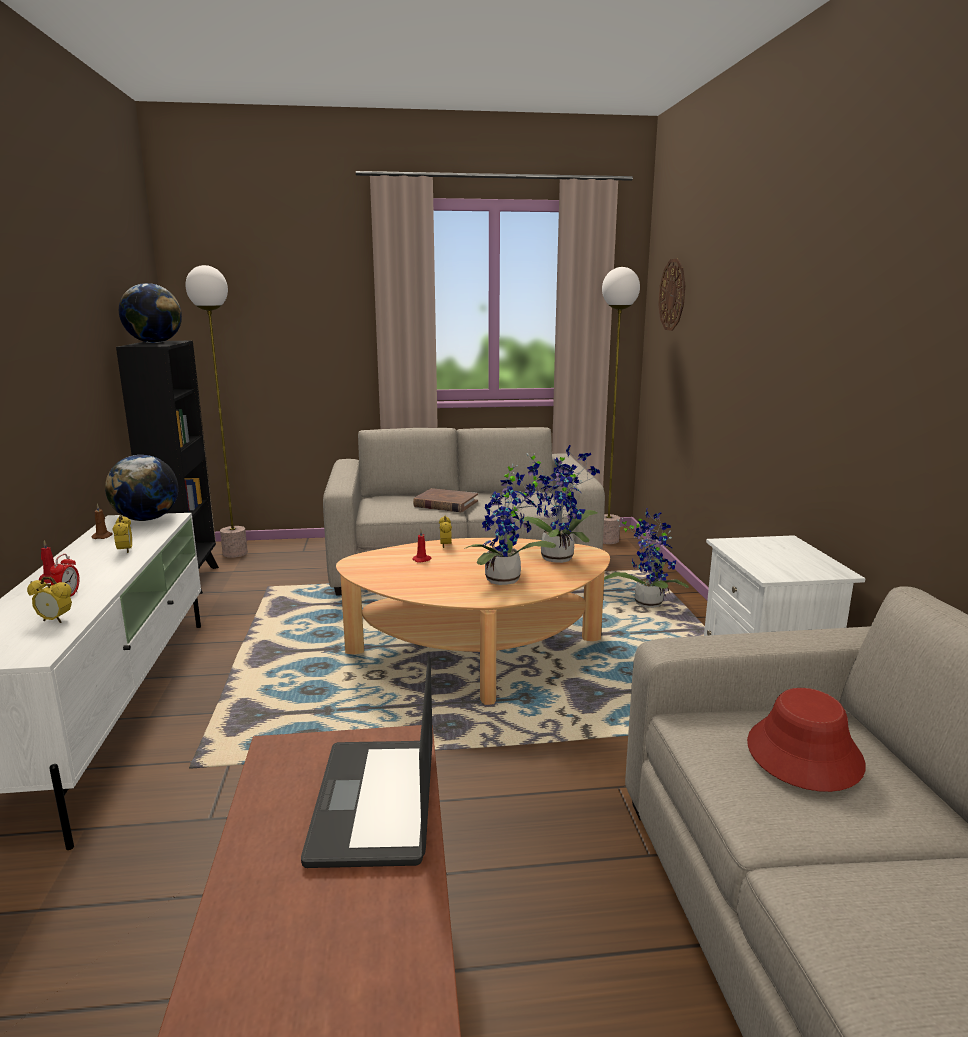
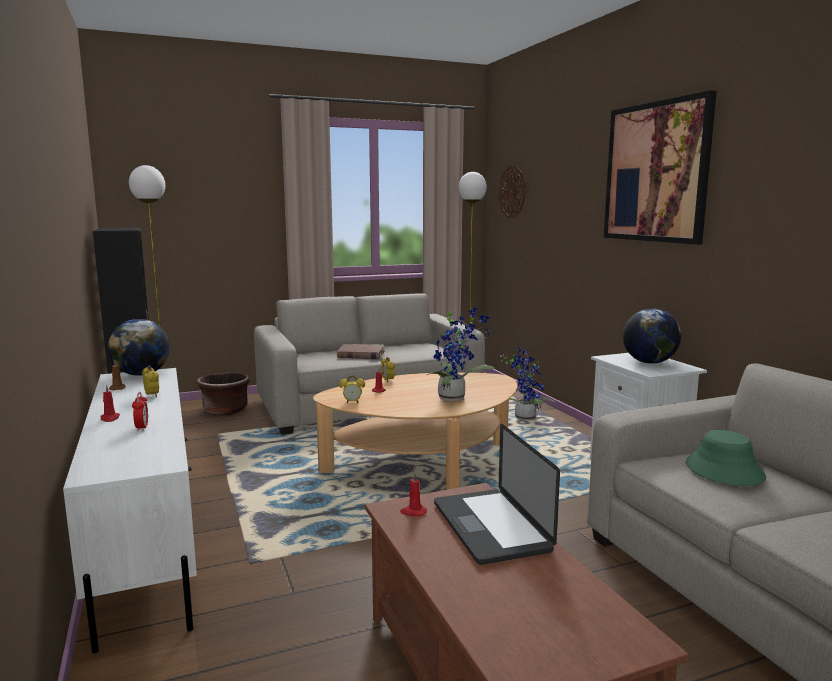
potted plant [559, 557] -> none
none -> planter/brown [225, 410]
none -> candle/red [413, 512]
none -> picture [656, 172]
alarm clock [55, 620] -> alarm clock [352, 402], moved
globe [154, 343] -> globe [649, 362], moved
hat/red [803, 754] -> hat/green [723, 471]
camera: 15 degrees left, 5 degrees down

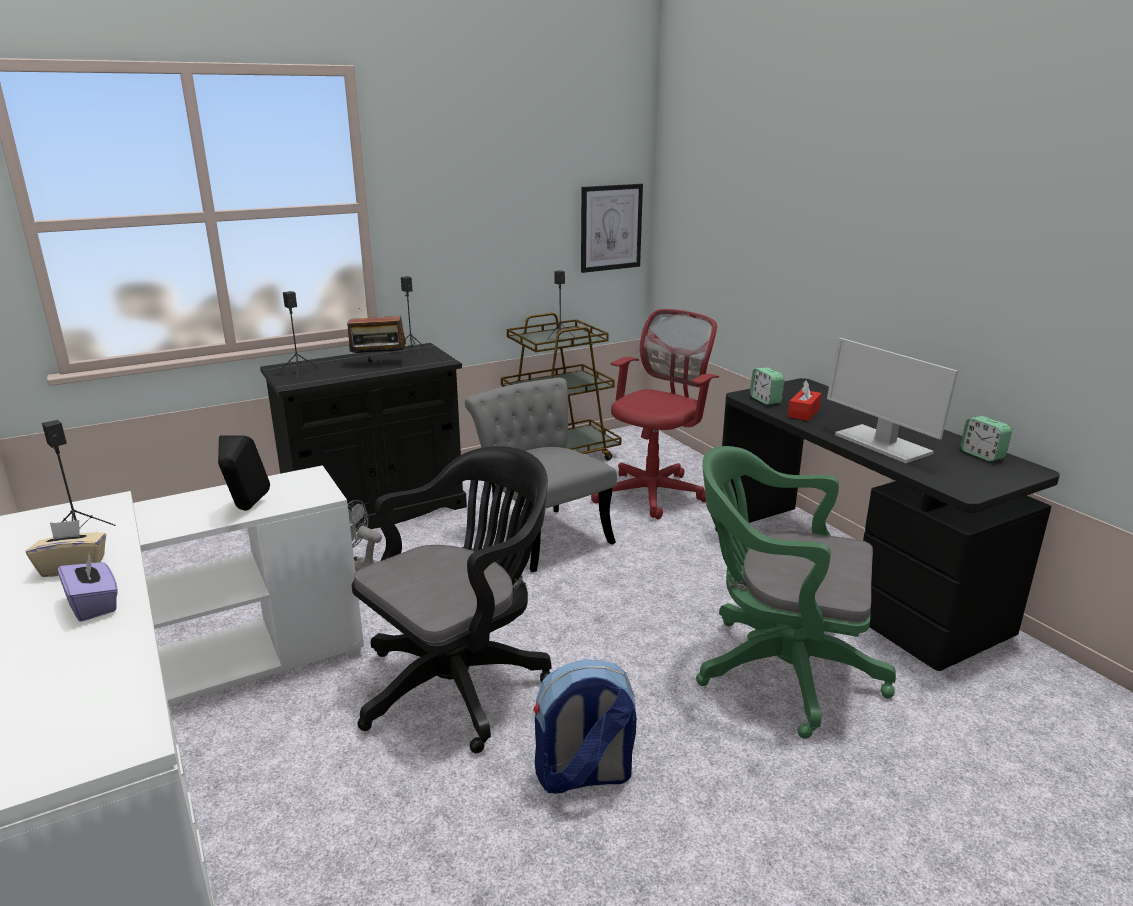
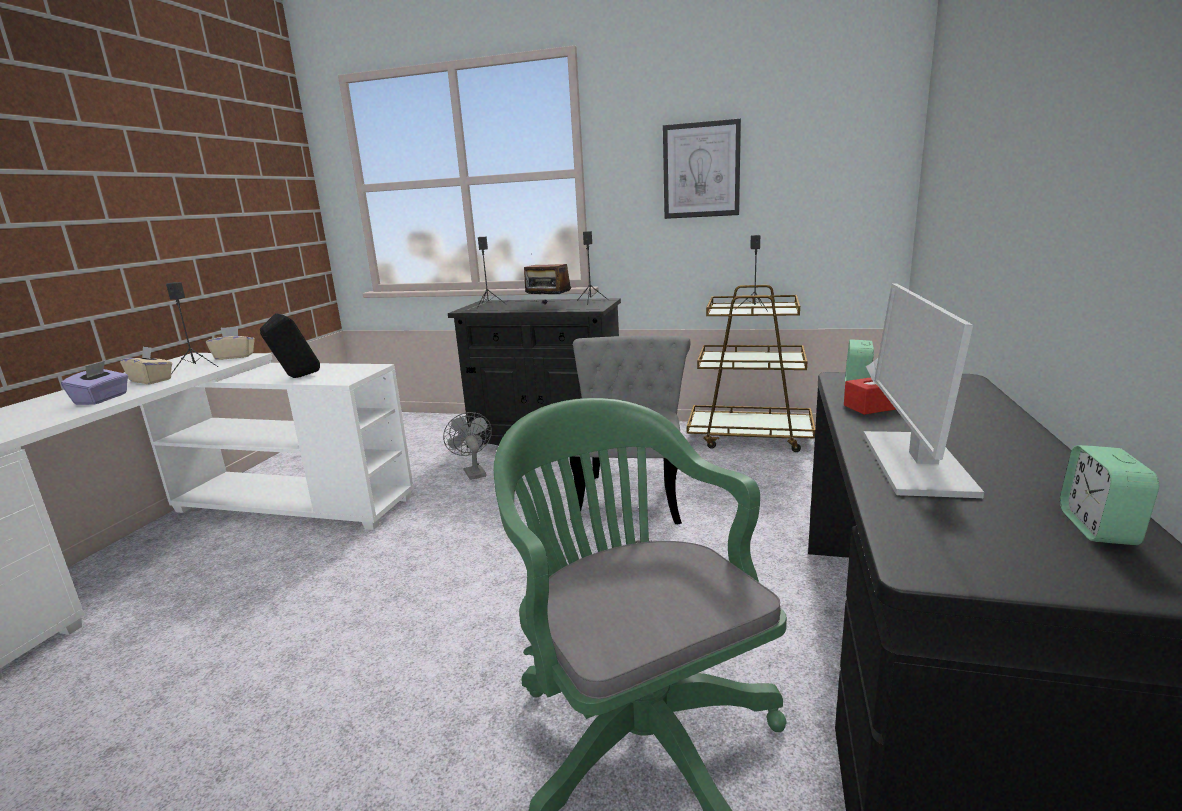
office chair/black [461, 682] -> none
backpack [583, 776] -> none
office chair/red [654, 492] -> none
none -> tissue box/beige [234, 356]
picture [610, 227] -> picture [701, 170], moved
camera: 45 degrees right, 5 degrees down

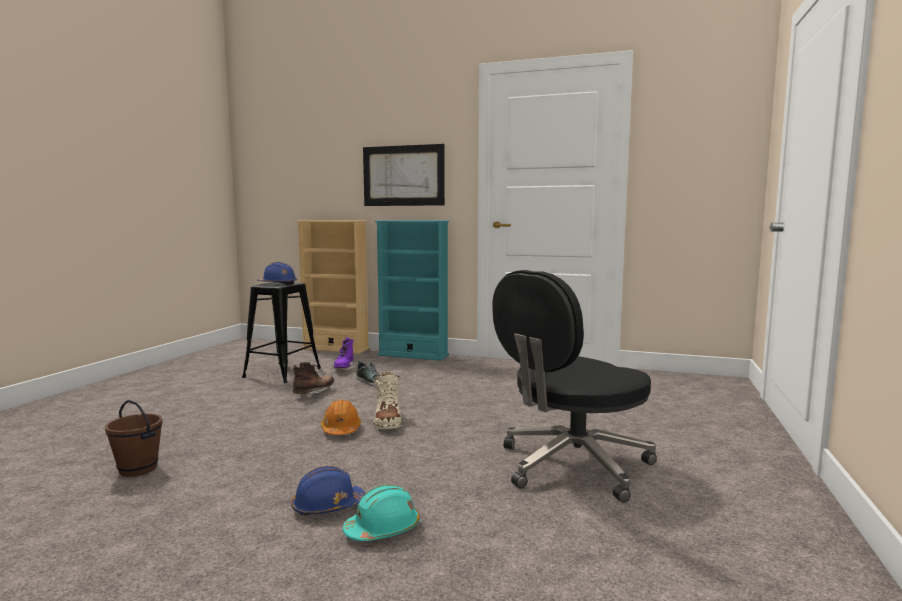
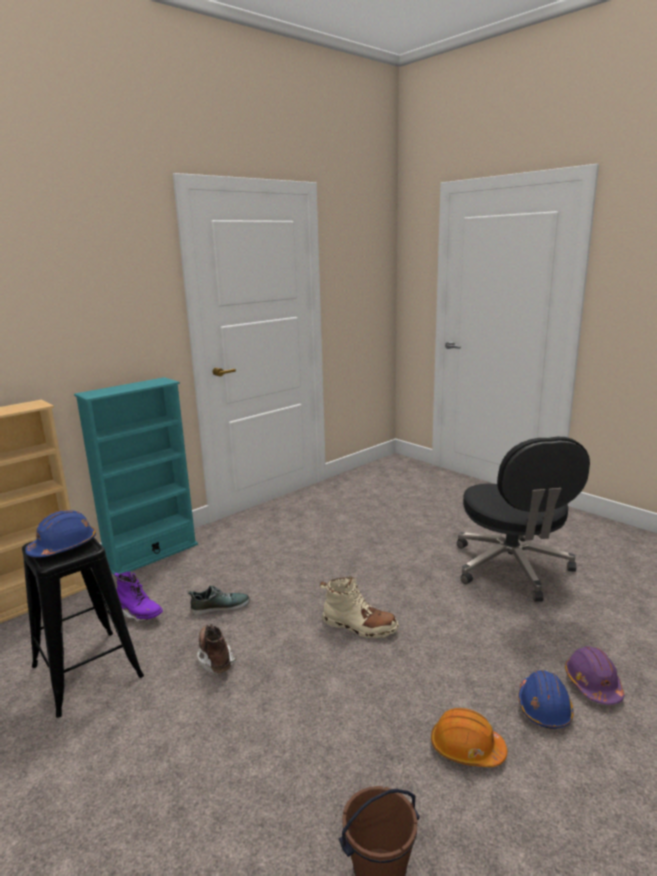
picture [403, 175] -> none
hard hat/orange [341, 429] -> hard hat/orange [466, 748], moved
hard hat/turquoise [383, 529] -> hard hat/purple [592, 684]
camera: 60 degrees left, 10 degrees up

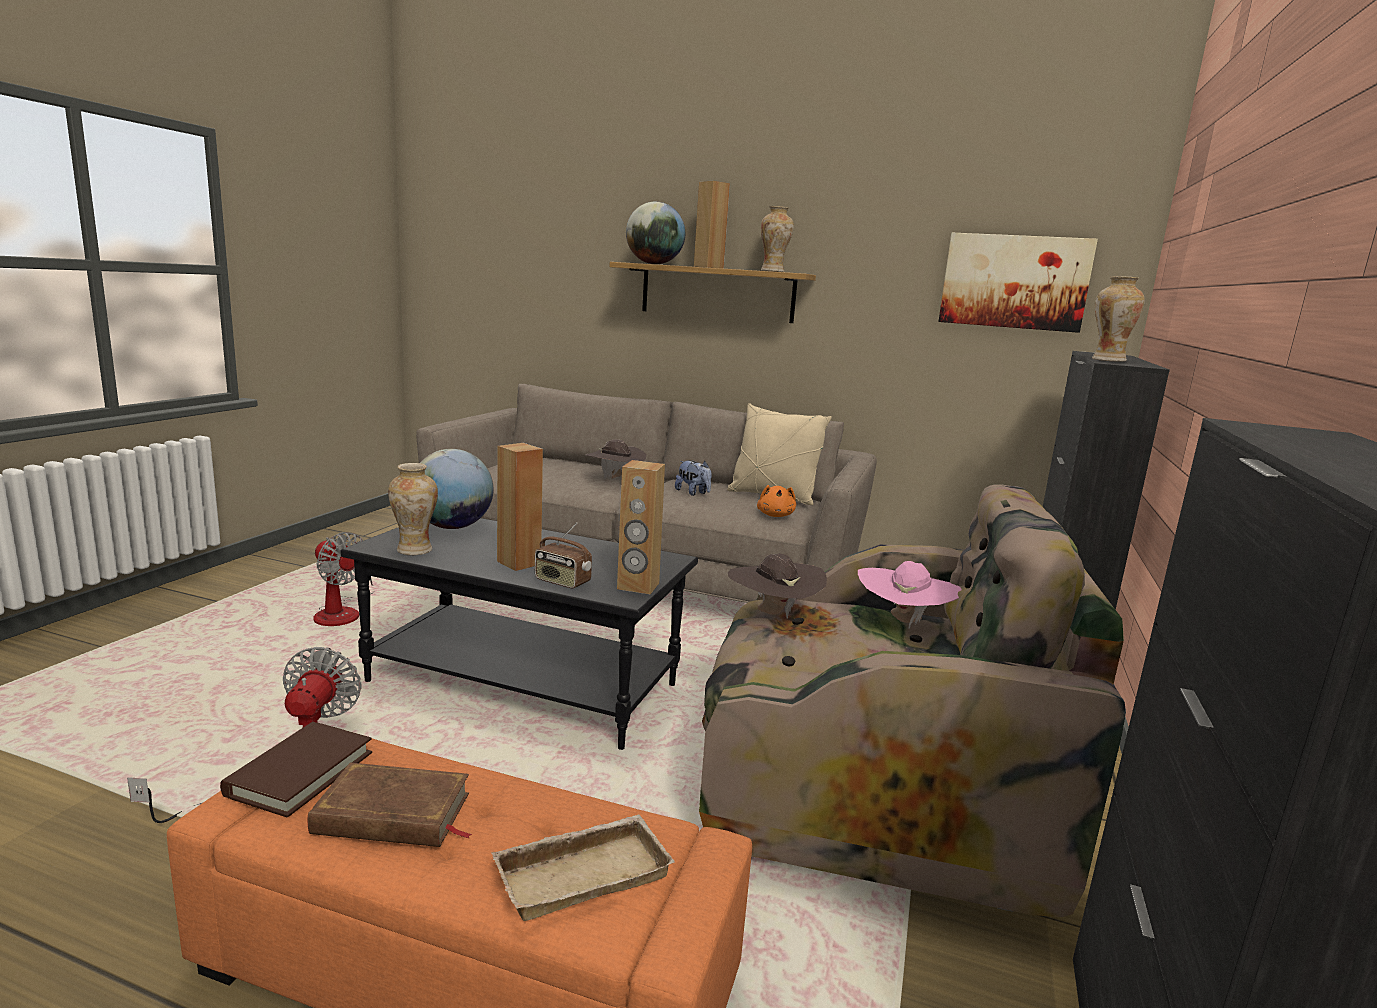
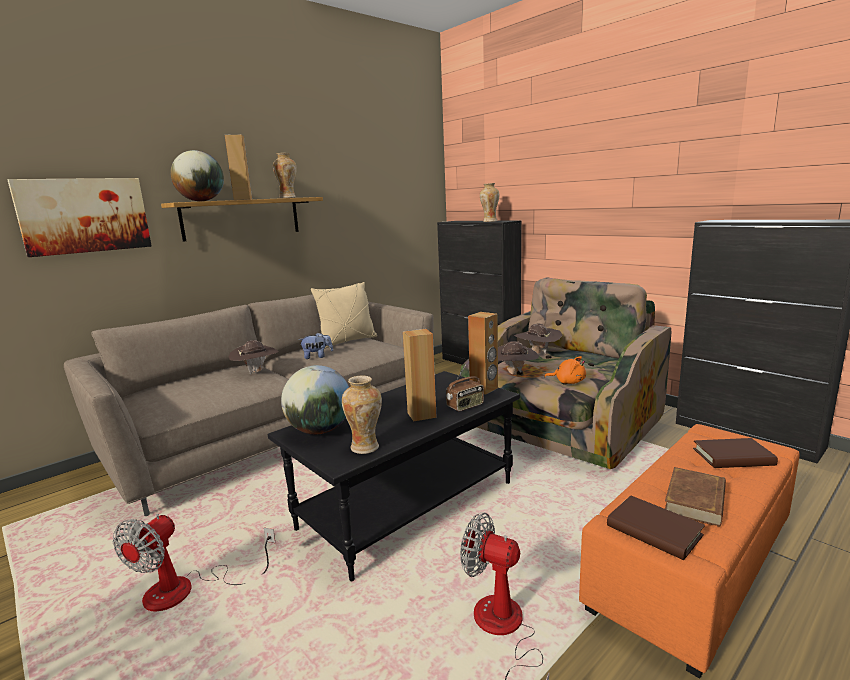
plush toy/orange [775, 515] -> plush toy/orange [568, 382], moved
picture [1014, 282] -> picture [84, 215], moved
tray/beige [583, 872] -> book/brown [733, 457]
hat/pink [904, 622] -> hat/brown [537, 353]
fan [342, 612] -> fan [187, 590], 135 degrees clockwise
camera: 60 degrees left, 0 degrees up

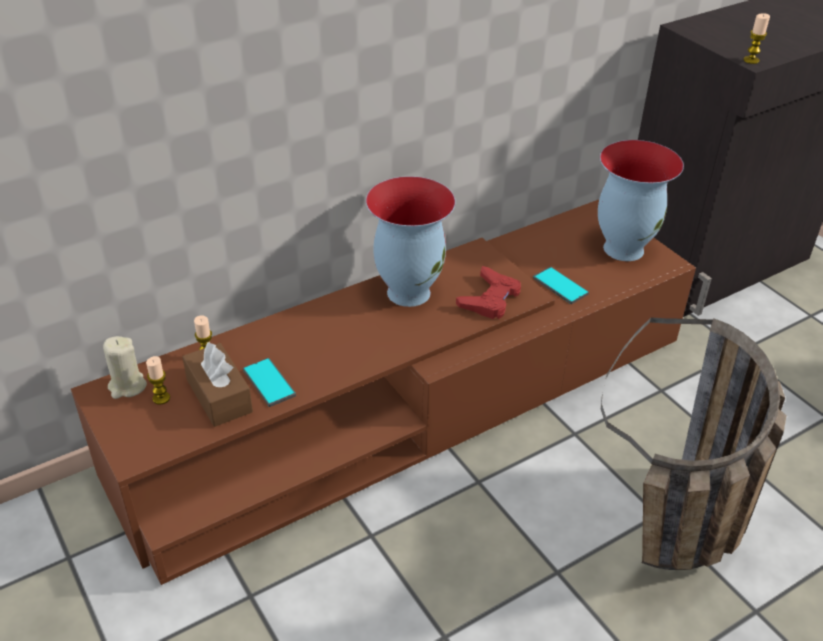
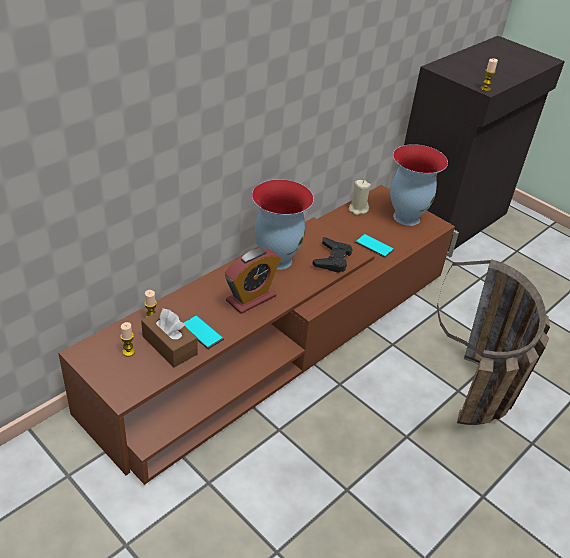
none -> alarm clock [251, 298]
candle/beige [127, 386] -> candle/beige [358, 209], moved
game controller/red [490, 299] -> game controller/black [332, 259]
camera: 15 degrees left, 0 degrees up

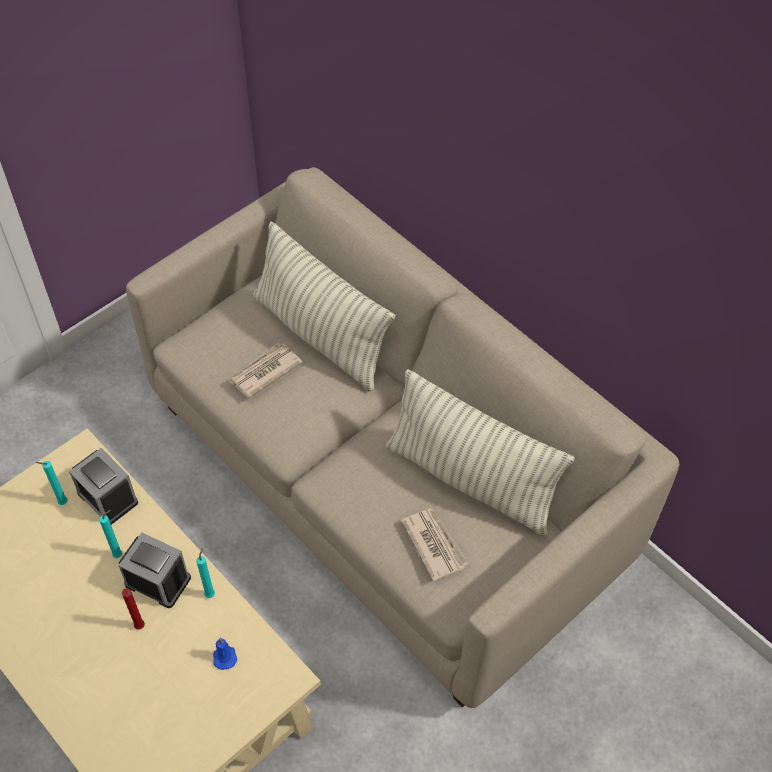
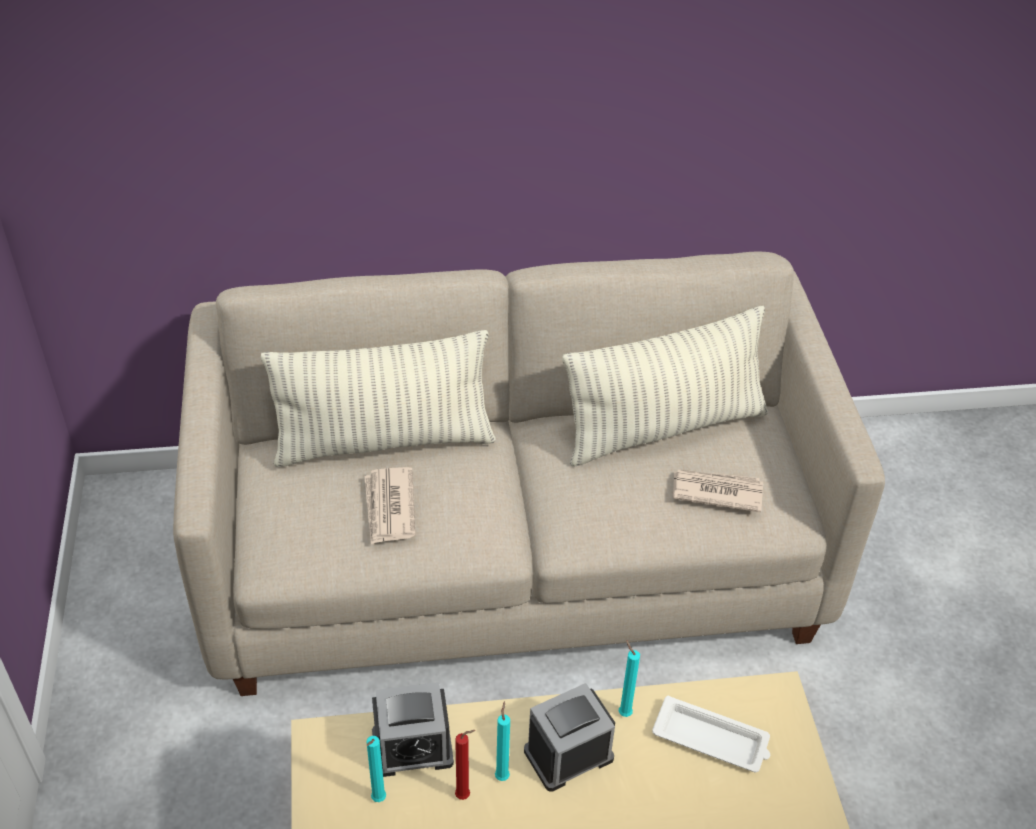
candle/red [141, 627] -> candle/red [465, 796], moved
candle/blue [224, 656] -> tray/white [712, 740]
camera: 55 degrees left, 10 degrees down

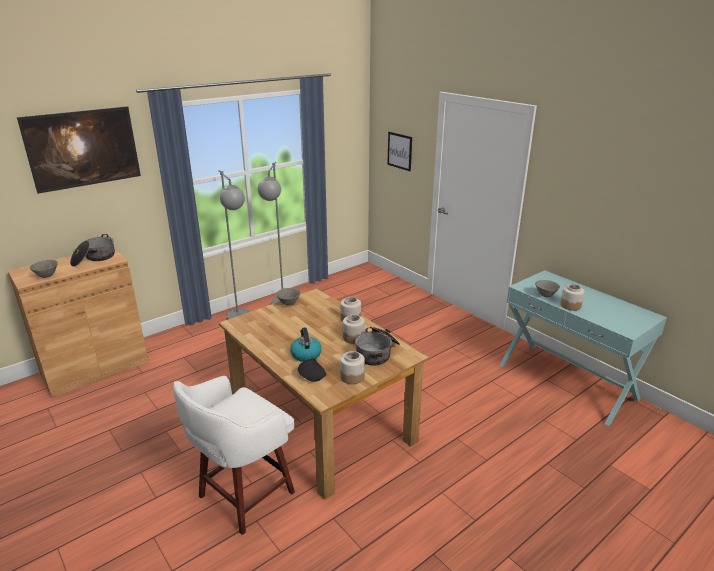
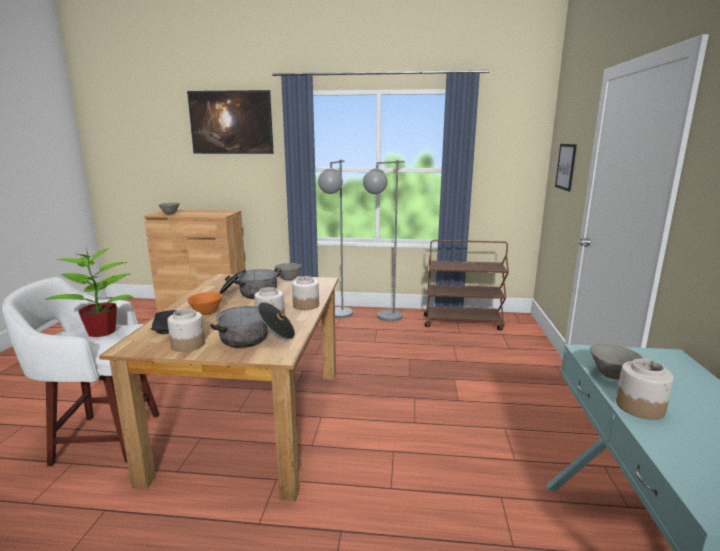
none -> potted plant [103, 331]
none -> cart/brown [463, 322]
cooking pot [94, 258] -> cooking pot [249, 294], moved
kettle [305, 354] -> bowl/orange [206, 313]
camera: 45 degrees right, 10 degrees down

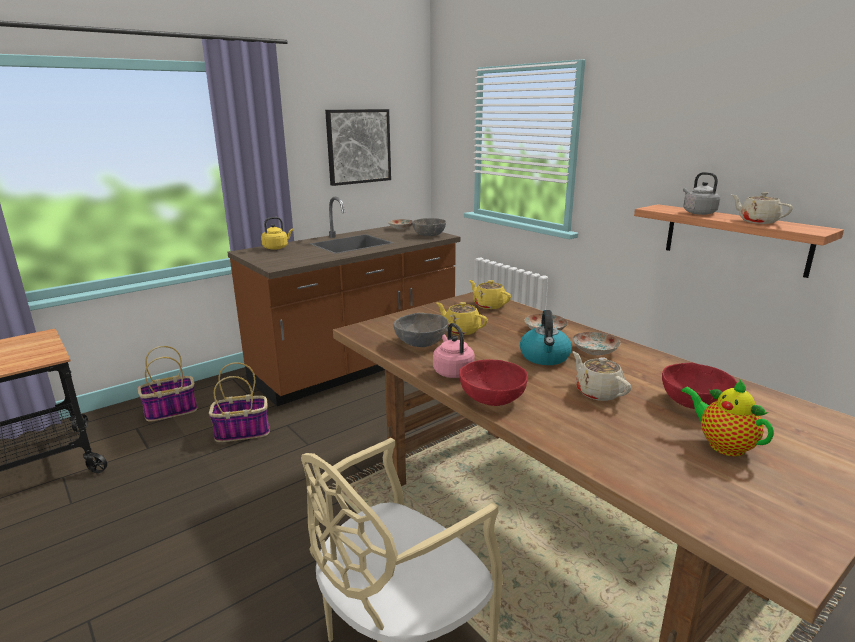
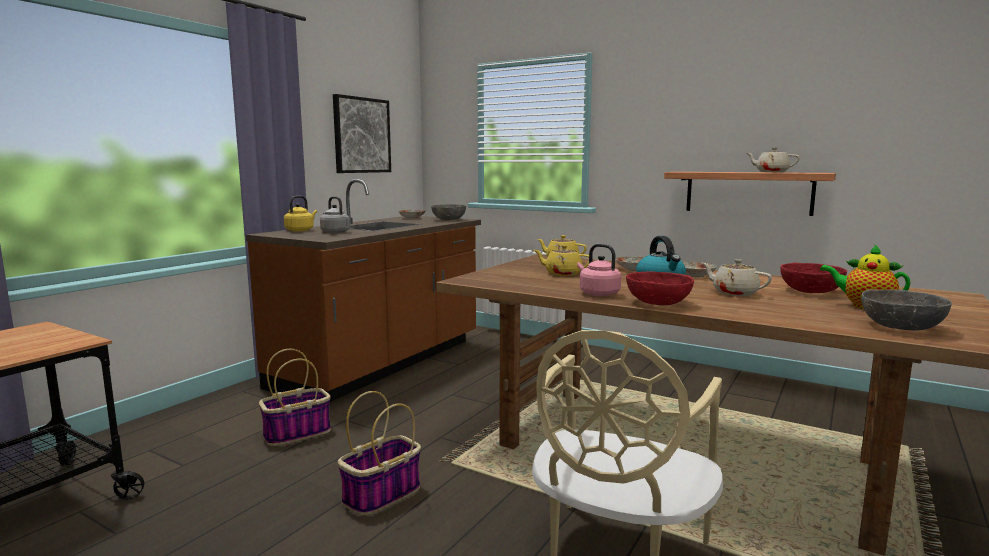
basket [170, 411] -> basket [381, 495], moved
bowl/grey [421, 342] -> bowl/grey [901, 327], moved
kettle/grey [698, 213] -> kettle/grey [334, 232], moved
camera: 20 degrees left, 10 degrees down

